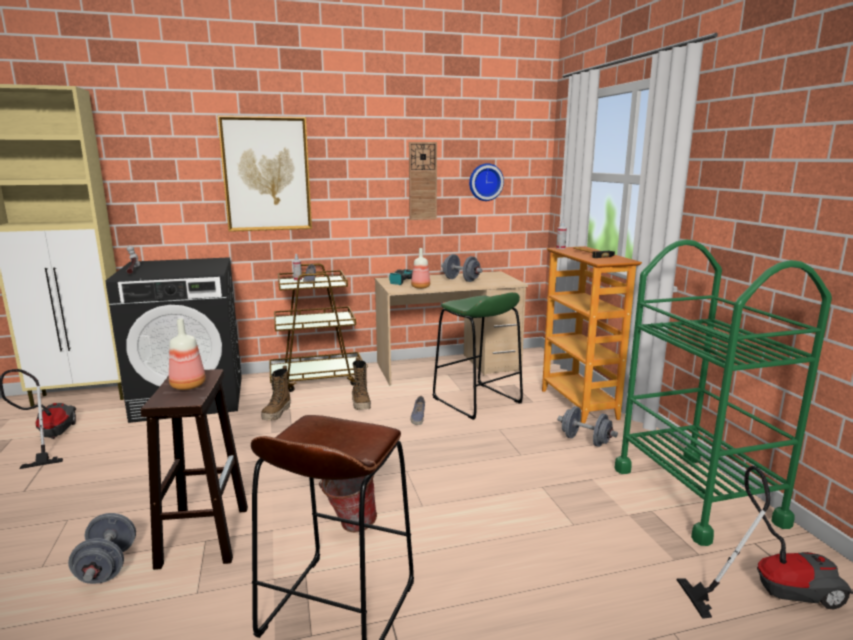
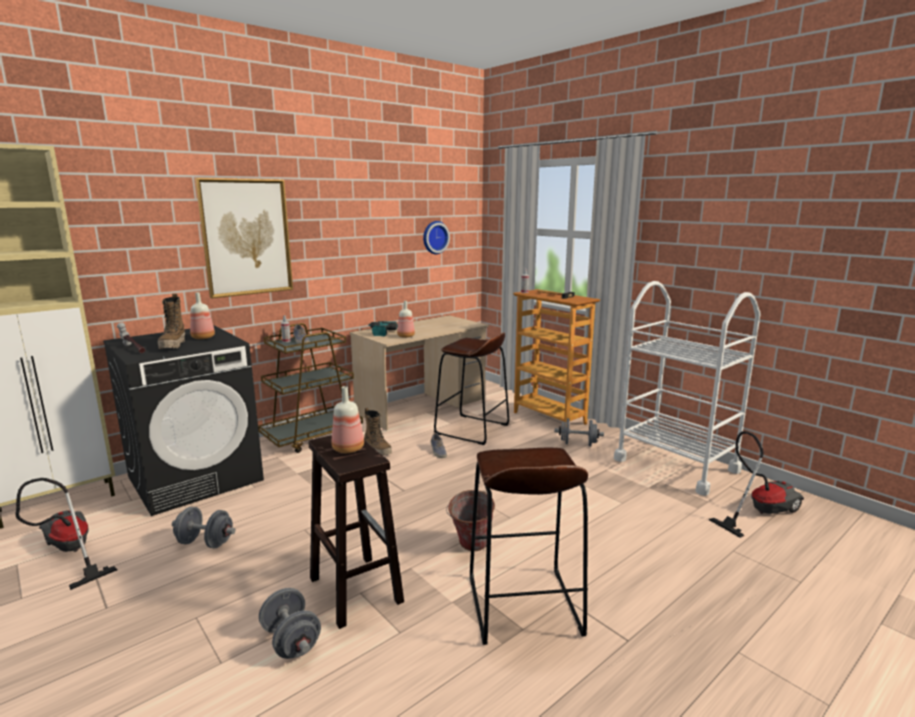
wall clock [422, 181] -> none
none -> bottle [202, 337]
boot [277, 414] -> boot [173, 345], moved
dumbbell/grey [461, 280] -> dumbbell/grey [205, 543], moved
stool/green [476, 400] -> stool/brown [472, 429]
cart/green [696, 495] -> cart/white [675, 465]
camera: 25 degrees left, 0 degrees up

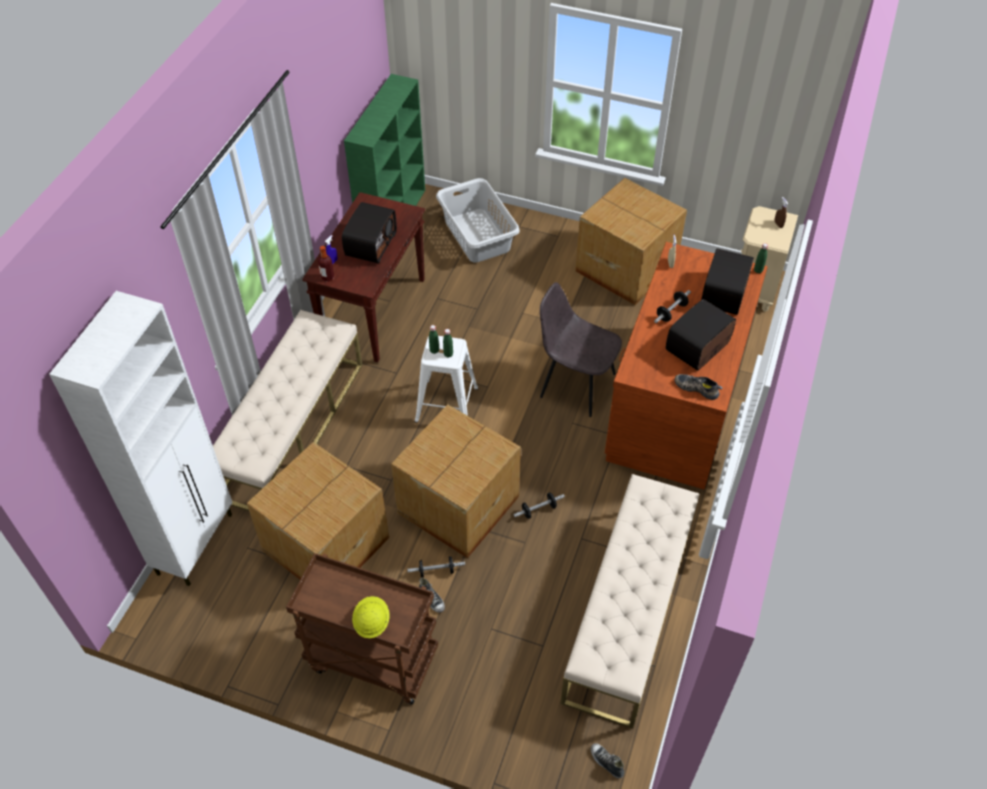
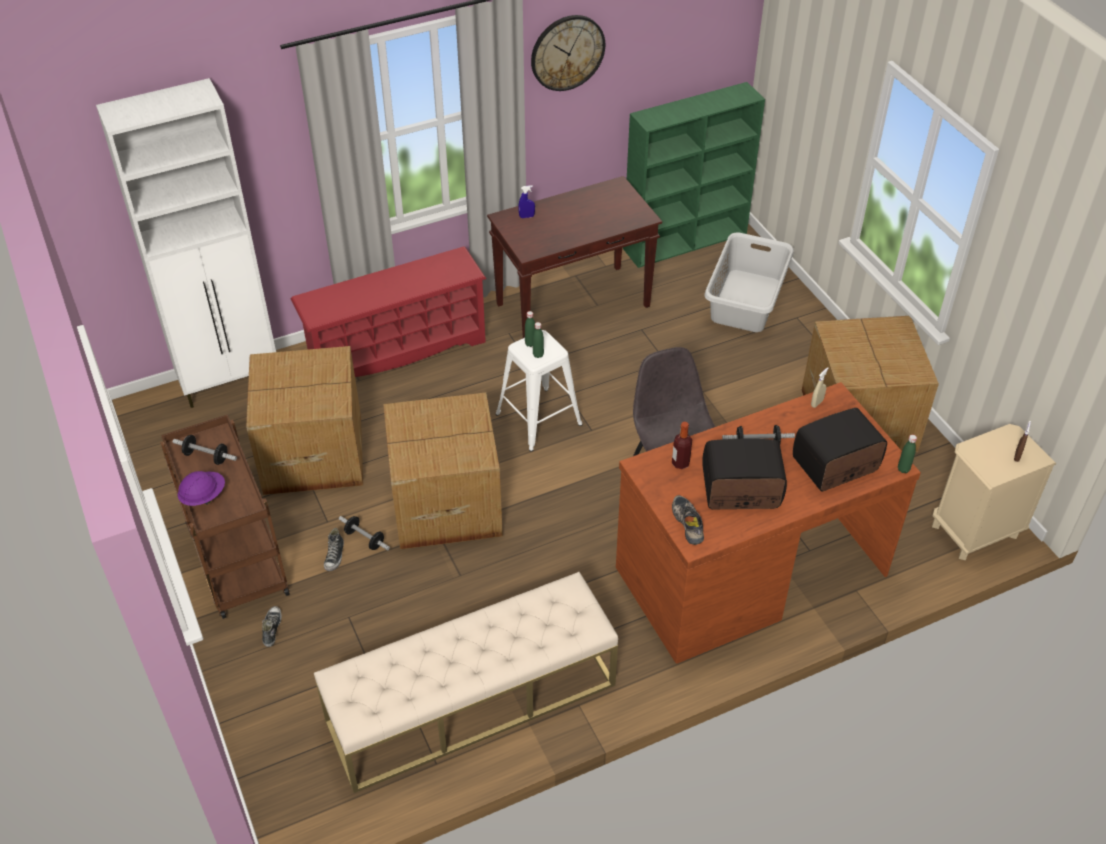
radio [370, 244] -> none
none -> wall clock [567, 52]
bottle [327, 277] -> bottle [680, 463], moved
dumbbell [538, 510] -> dumbbell [206, 456], moved
shoe [606, 762] -> shoe [271, 628], moved
bench/beige [292, 429] -> shoe rack/red [397, 350]
hard hat/yellow [371, 622] -> hard hat/purple [203, 496]
camera: 45 degrees right, 5 degrees down

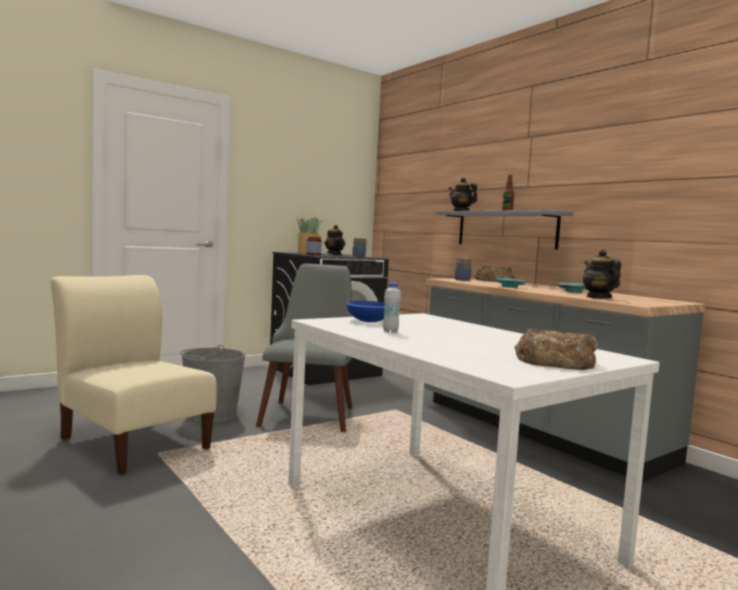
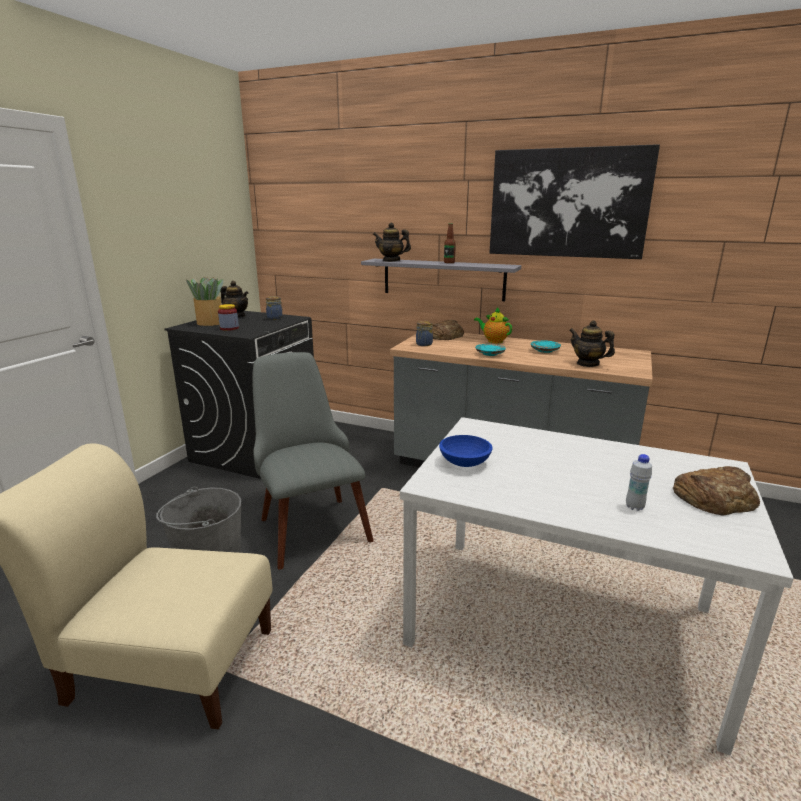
none -> teapot [493, 341]
none -> picture [567, 203]
bottle/white [390, 331] -> bottle/white [634, 507], moved
camera: 30 degrees left, 15 degrees up

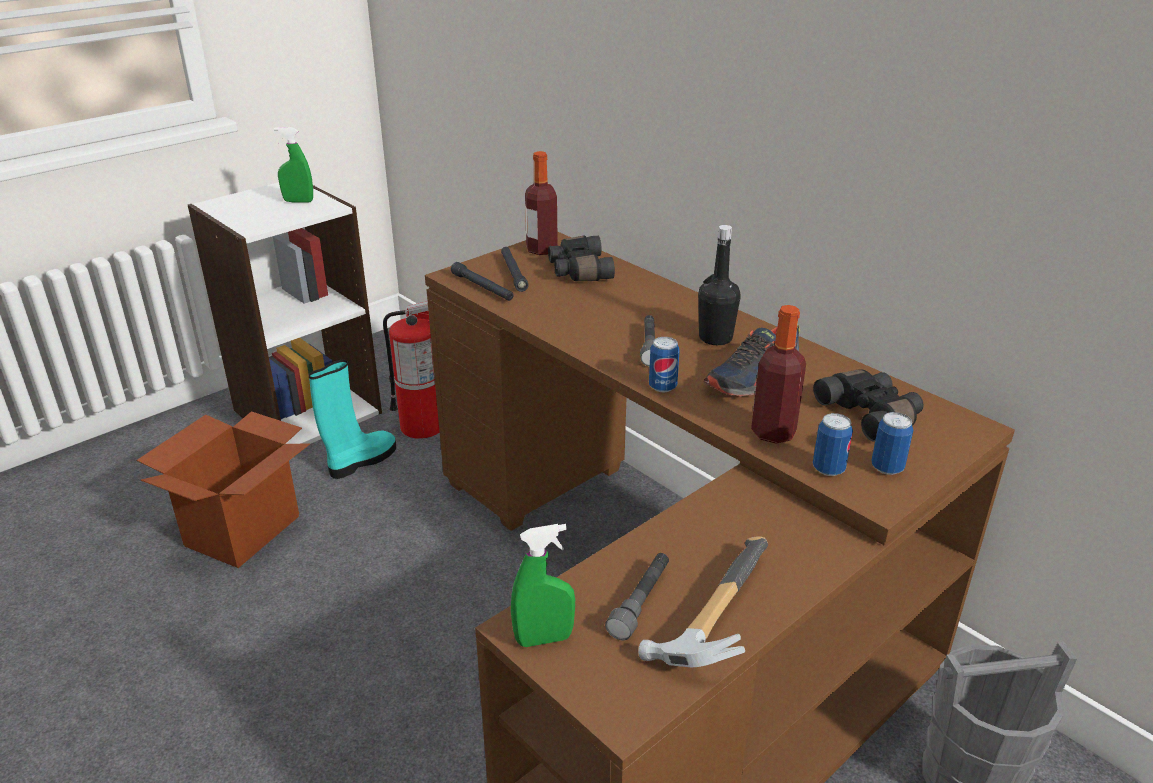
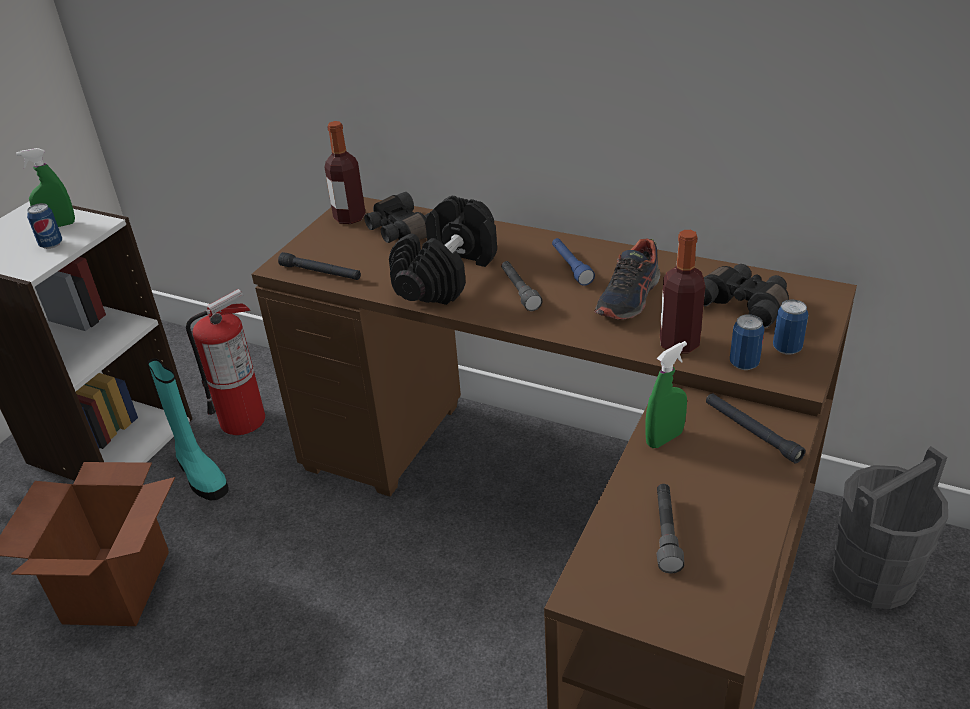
hammer [709, 616] -> none
none -> dumbbell/black [447, 275]
flashlight/black [513, 273] -> flashlight/black [751, 432], moved
spray bottle/green [544, 639] -> spray bottle/green [664, 438], moved
can [662, 387] -> can [51, 244], moved
bottle/black [715, 338] -> flashlight/blue [570, 267]
boot/turquoise [361, 461] -> boot/turquoise [200, 475], 120 degrees clockwise
camera: 20 degrees left, 5 degrees up

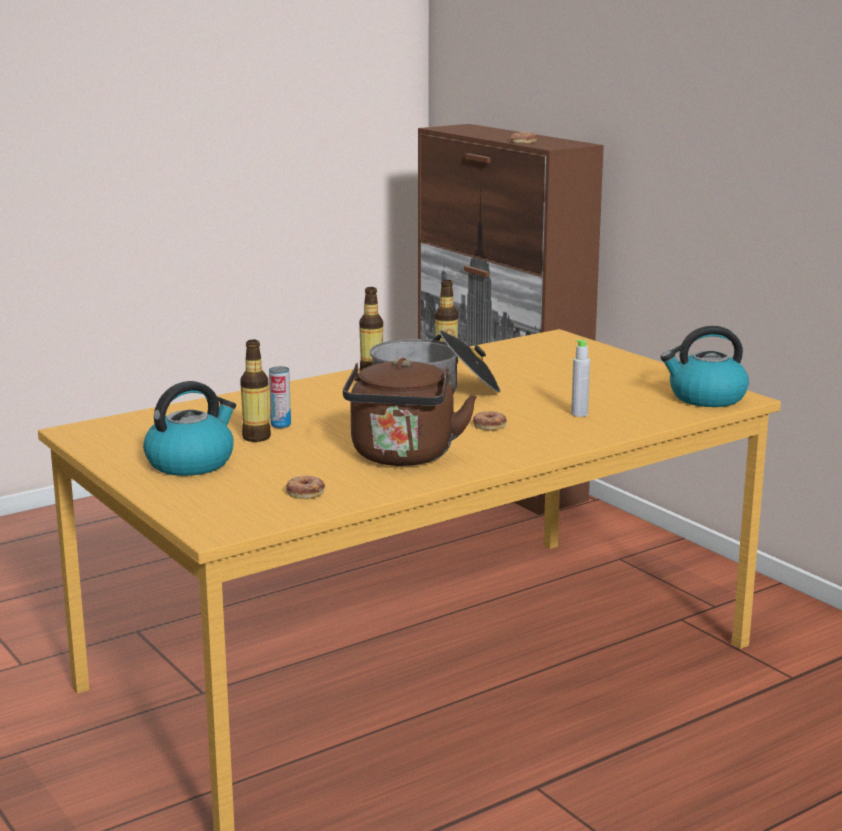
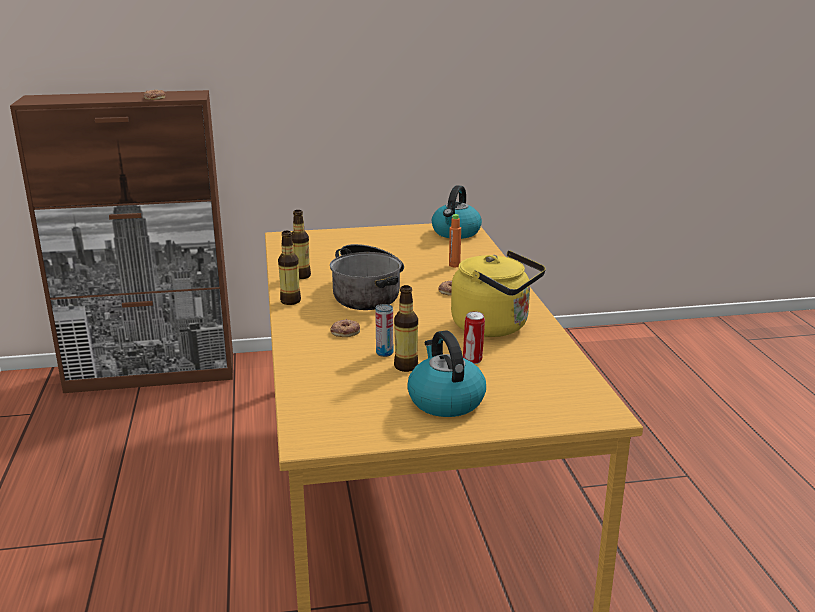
none -> can [473, 360]
donut [305, 492] -> donut [345, 331], moved
kettle/brown [402, 457] -> kettle/yellow [495, 327]
bottle/grey [579, 414] -> bottle/orange [454, 265]
camera: 65 degrees left, 5 degrees up

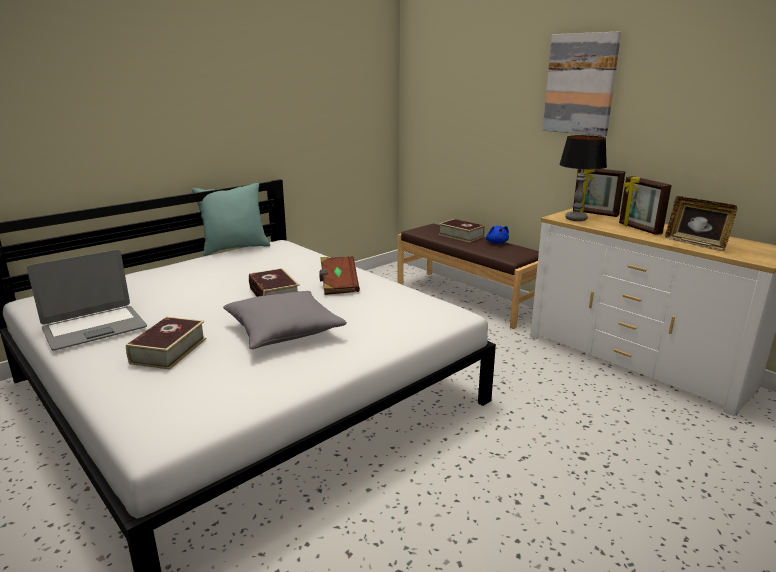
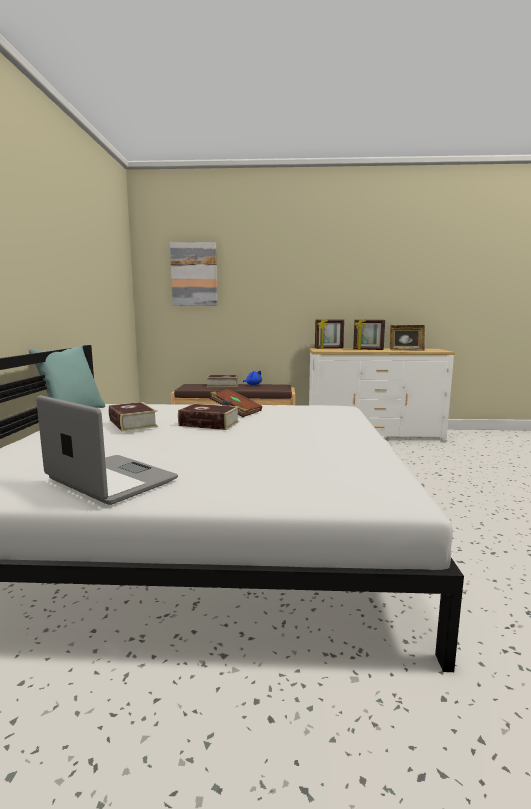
pillow/grey [284, 331] -> none
table lamp [576, 219] -> none
book [169, 350] -> book [132, 423], moved
picture [580, 84] -> picture [194, 274], moved
laptop [94, 328] -> laptop [110, 480], 60 degrees counterclockwise
camera: 45 degrees left, 10 degrees down

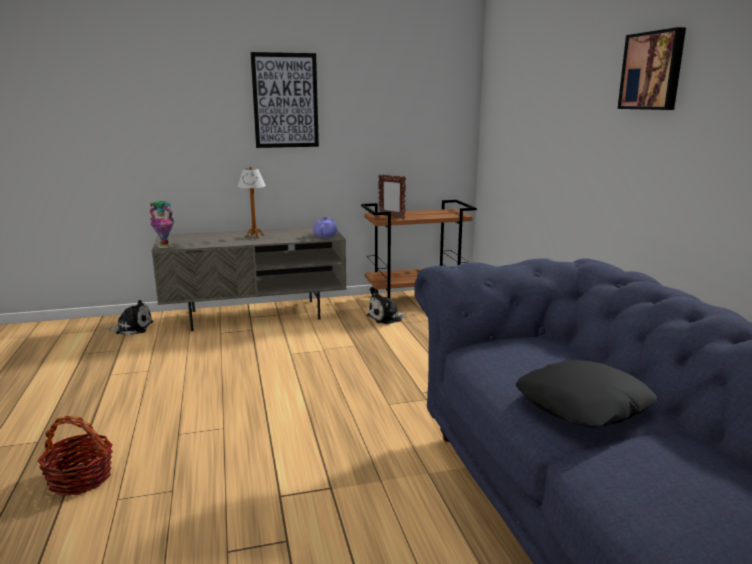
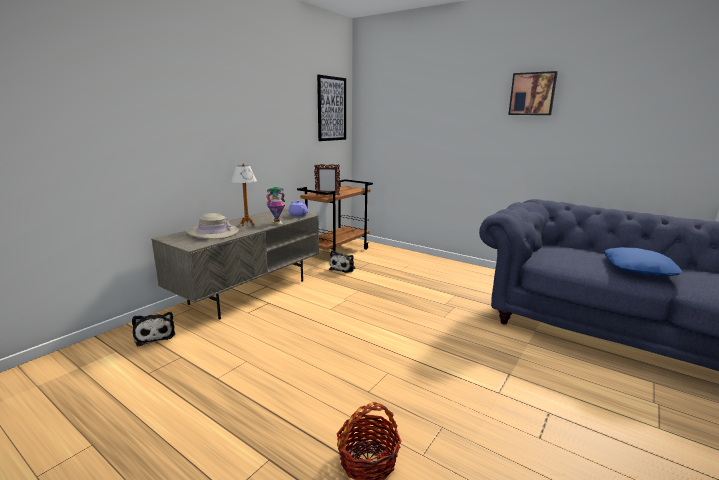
none -> hat/beige [213, 233]
vase [165, 246] -> vase [277, 223], moved
picture [285, 101] -> picture [331, 109], moved
pillow/black [584, 405] -> pillow/blue [639, 269]
plush toy [132, 328] -> plush toy [155, 335], 105 degrees clockwise
camera: 40 degrees left, 0 degrees up

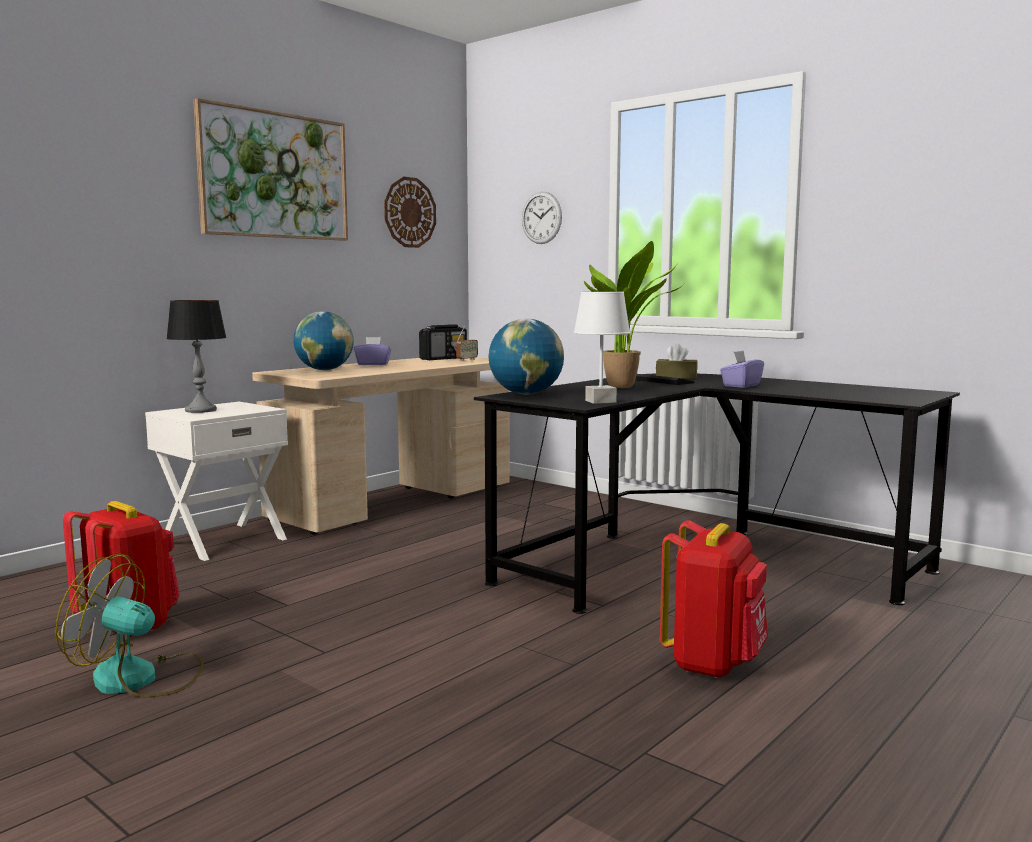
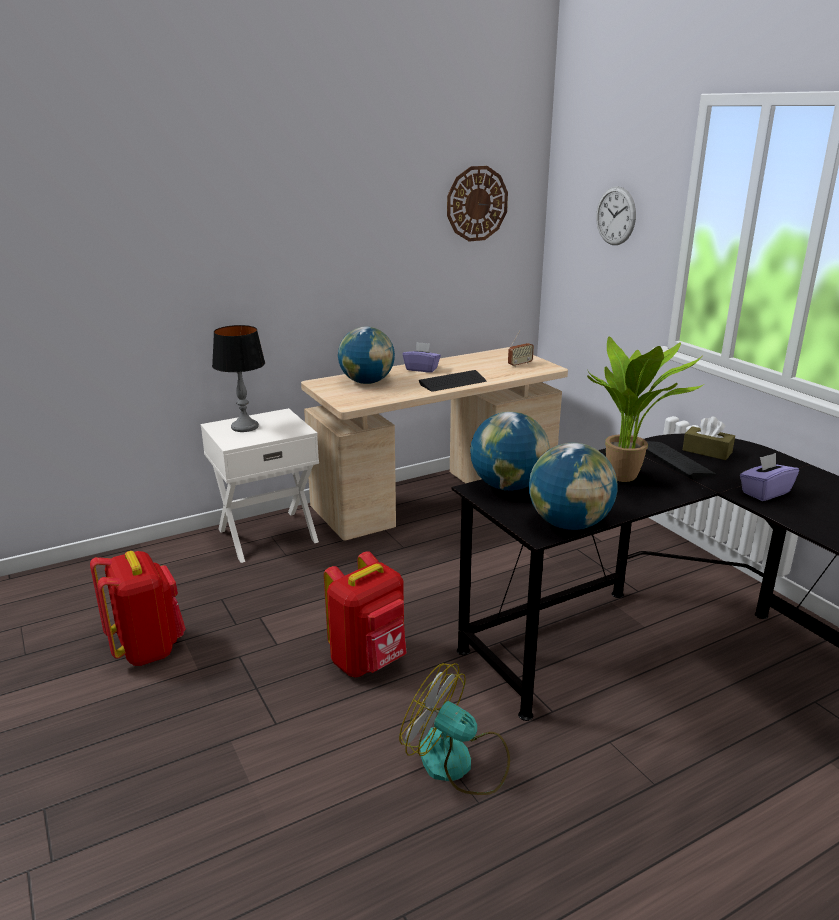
picture [274, 175] -> none
radio [443, 358] -> none
none -> keyboard [452, 382]
fan [140, 679] -> fan [458, 762], moved
backpack/red [713, 663] -> backpack/red [369, 661], moved
table lamp/white [601, 401] -> globe [569, 524]
camera: 20 degrees right, 15 degrees up

